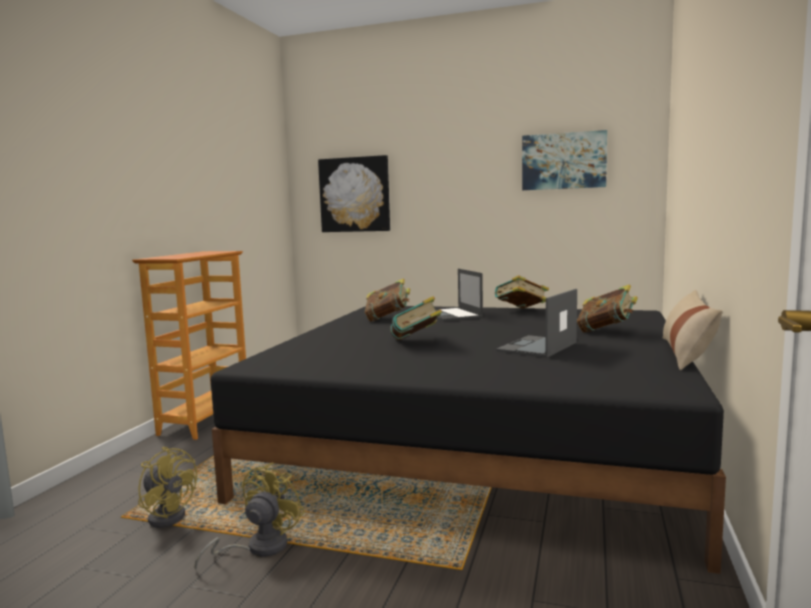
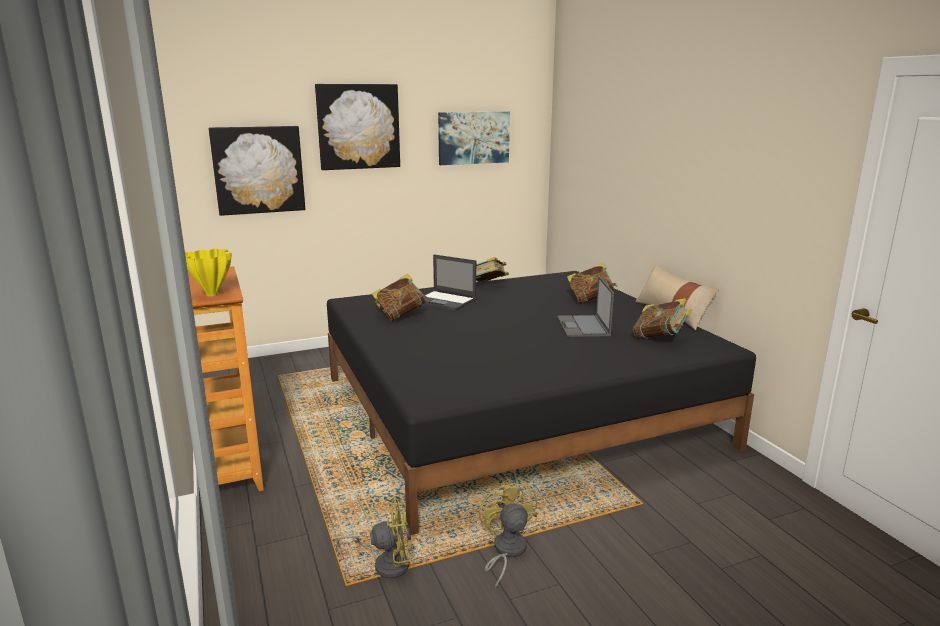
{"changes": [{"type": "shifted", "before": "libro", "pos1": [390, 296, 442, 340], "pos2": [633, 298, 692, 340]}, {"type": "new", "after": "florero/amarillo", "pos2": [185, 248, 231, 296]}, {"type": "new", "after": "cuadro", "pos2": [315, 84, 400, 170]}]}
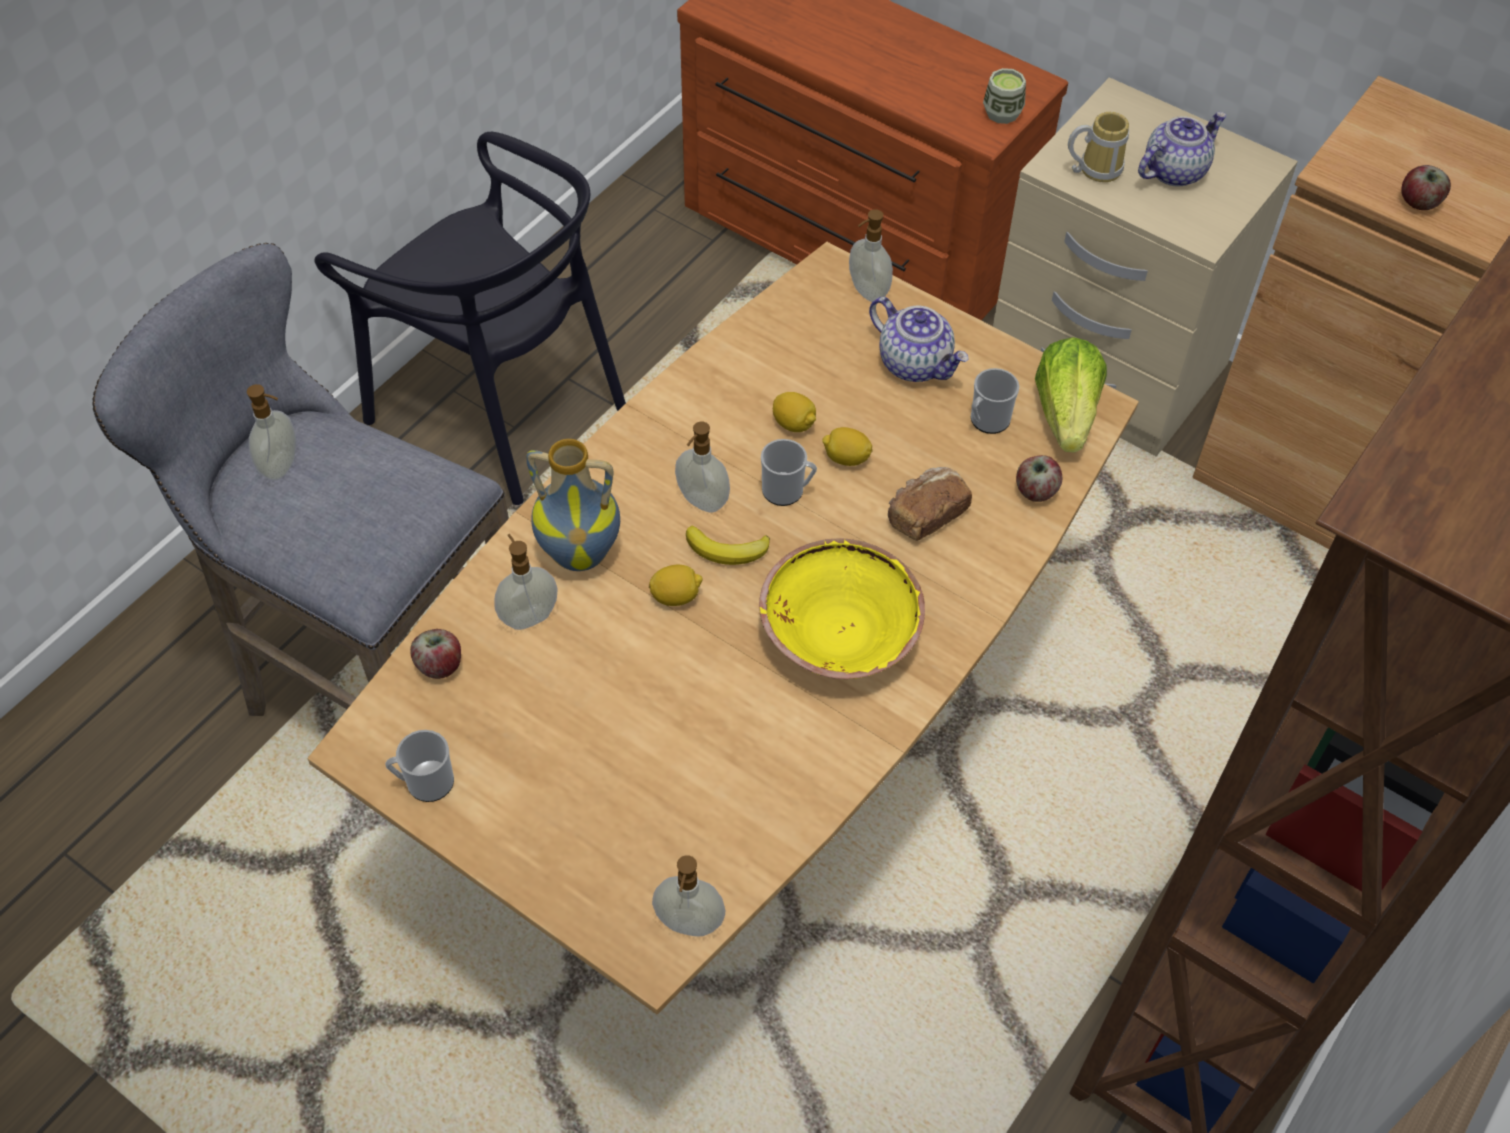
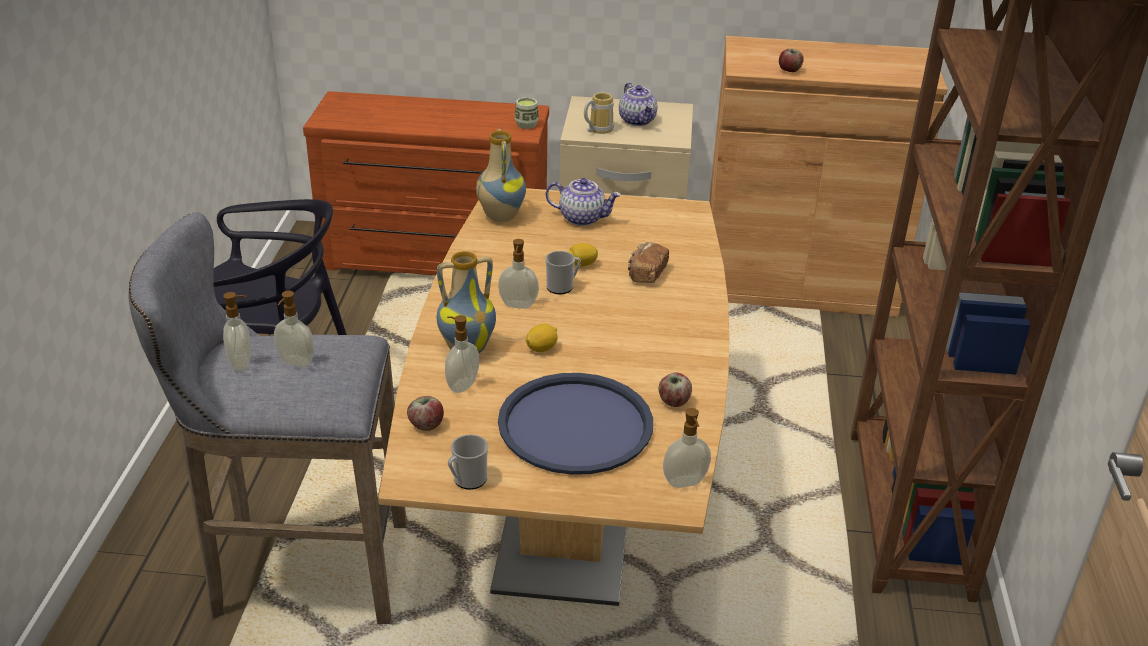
{"changes": [{"type": "gone", "before": "plátano", "pos1": [686, 525, 770, 565]}, {"type": "gone", "before": "cuenco/amarillo", "pos1": [759, 538, 925, 679]}, {"type": "gone", "before": "limón", "pos1": [773, 392, 816, 432]}, {"type": "shifted", "before": "dispensador de jabón", "pos1": [849, 209, 893, 302], "pos2": [274, 291, 315, 367]}, {"type": "gone", "before": "taza grande", "pos1": [971, 368, 1019, 434]}, {"type": "shifted", "before": "manzana", "pos1": [1016, 455, 1062, 502], "pos2": [659, 372, 692, 407]}, {"type": "gone", "before": "lechuga", "pos1": [1035, 337, 1107, 453]}, {"type": "rotated", "before": "tetera", "pos1": [1138, 112, 1227, 186], "pos2": [619, 83, 657, 126], "turn": 135}, {"type": "new", "after": "florero", "pos2": [476, 129, 526, 222]}, {"type": "new", "after": "bandeja/azul", "pos2": [498, 373, 653, 475]}]}
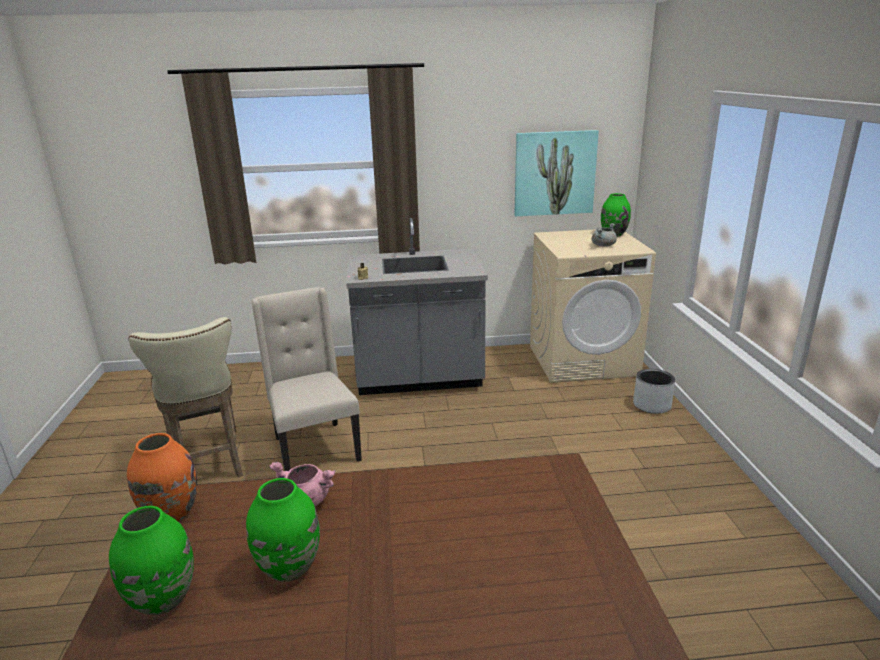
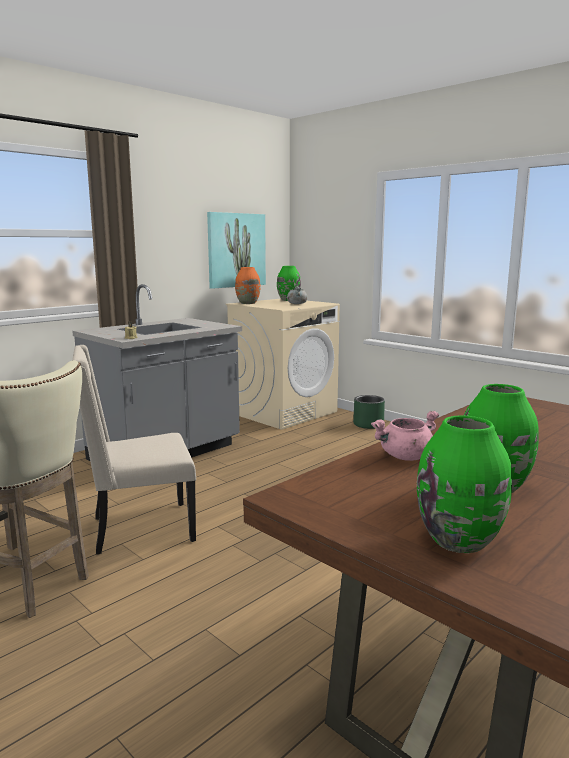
{"changes": [{"type": "shifted", "before": "florero/naranja", "pos1": [127, 433, 197, 521], "pos2": [235, 267, 261, 304]}, {"type": "rotated", "before": "silla/beis", "pos1": [251, 287, 362, 471], "pos2": [72, 345, 196, 554], "turn": -45}, {"type": "repainted", "before": "maceta/gris", "after": "maceta/verde", "pos1": [633, 369, 675, 414], "pos2": [353, 395, 385, 429]}]}
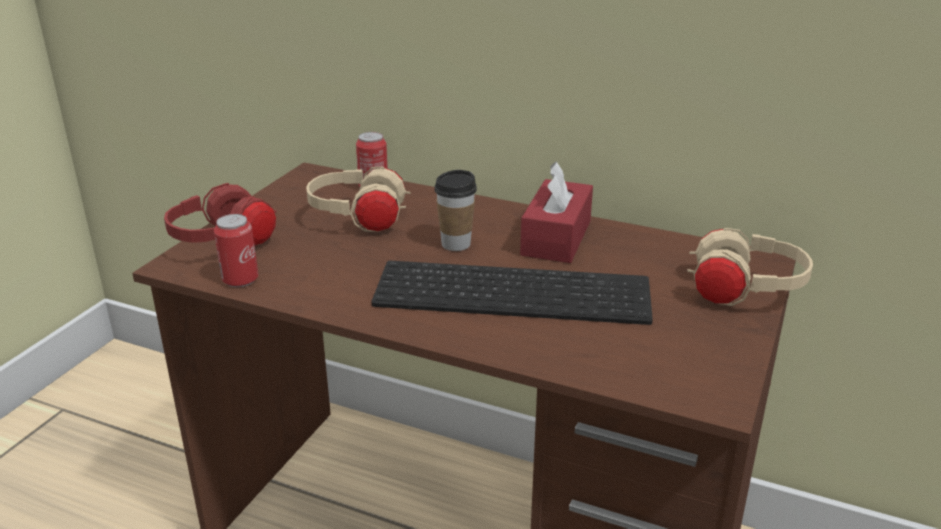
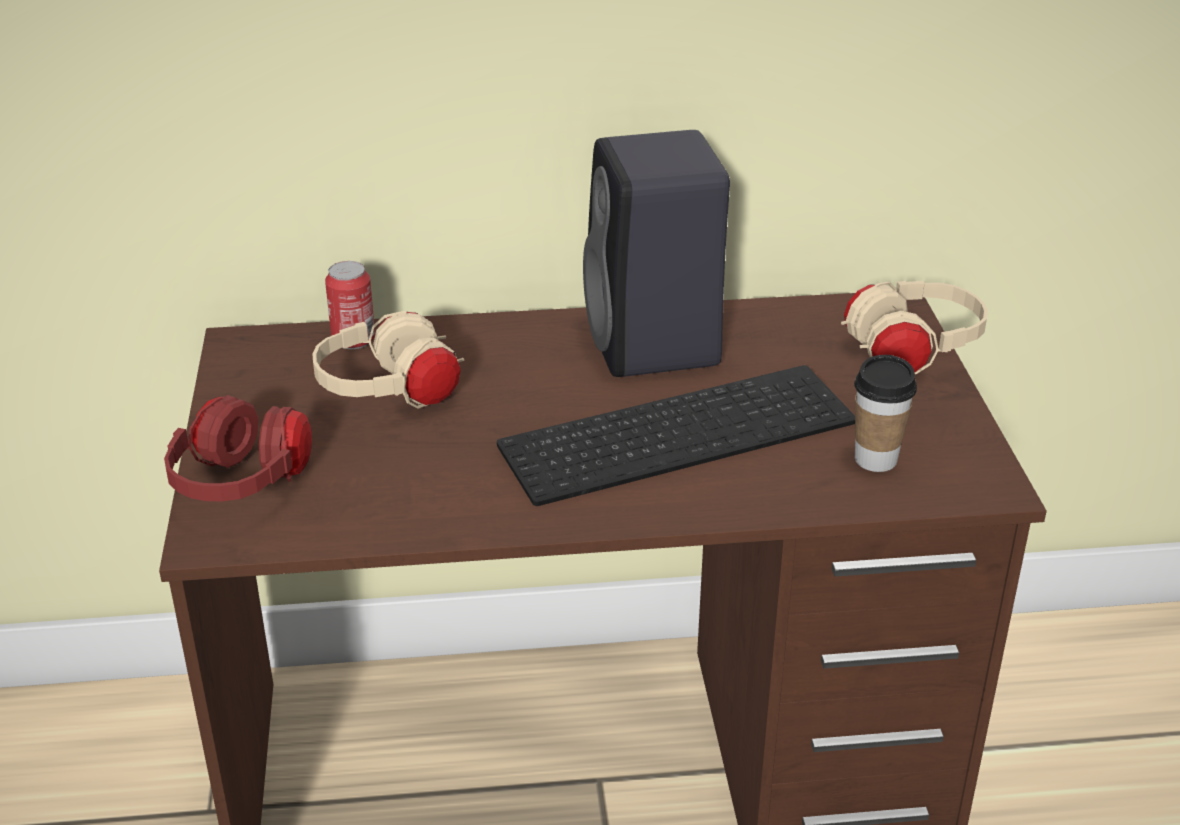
{"changes": [{"type": "gone", "before": "lata", "pos1": [214, 214, 258, 287]}, {"type": "shifted", "before": "taza", "pos1": [434, 170, 477, 251], "pos2": [854, 355, 917, 472]}, {"type": "swapped", "before": "caja de pañuelos/rojo", "after": "altavoz/negro", "pos1": [520, 161, 593, 263], "pos2": [583, 130, 730, 377]}]}
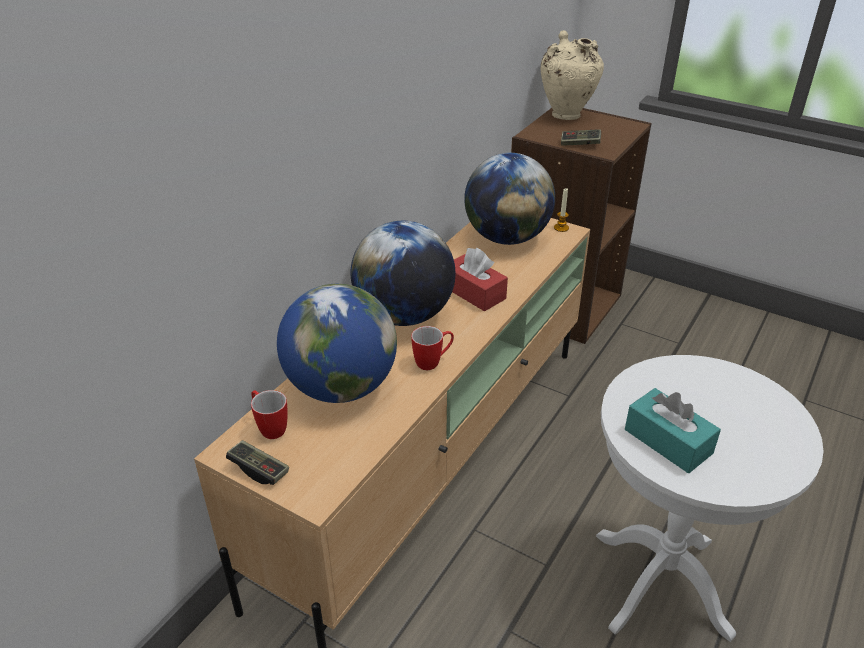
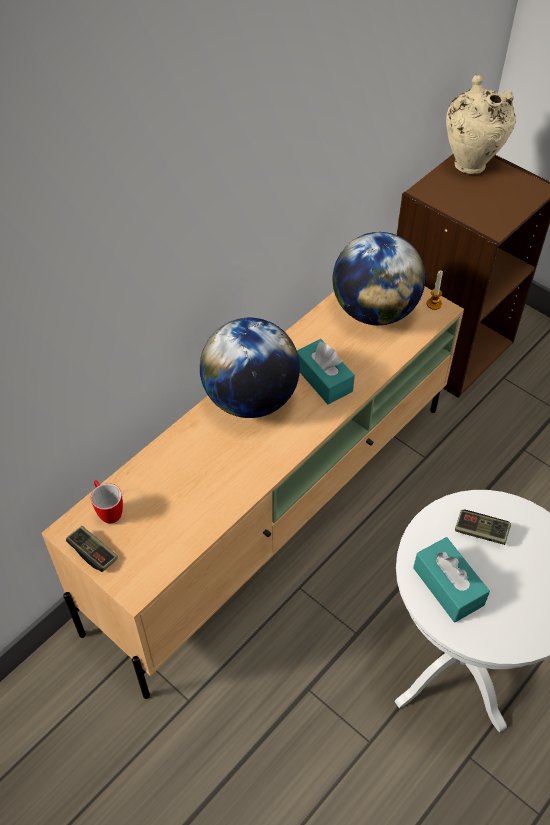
{"changes": [{"type": "gone", "before": "globo terráqueo", "pos1": [277, 284, 397, 403]}, {"type": "gone", "before": "taza grande", "pos1": [411, 326, 454, 370]}, {"type": "repainted", "before": "caja de pañuelos/rojo", "after": "caja de pañuelos/turquesa", "pos1": [452, 248, 508, 312], "pos2": [297, 339, 355, 404]}, {"type": "shifted", "before": "mando de consola", "pos1": [561, 129, 601, 146], "pos2": [455, 510, 511, 545]}]}
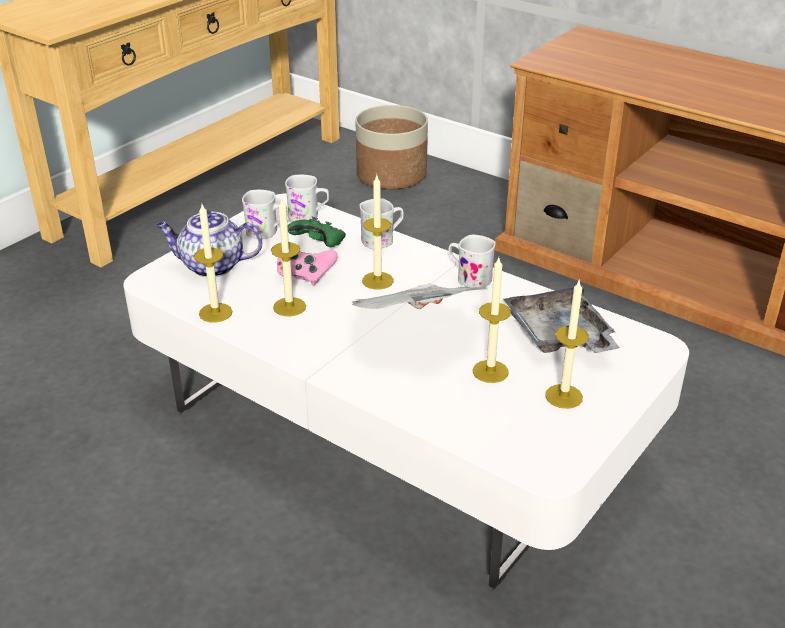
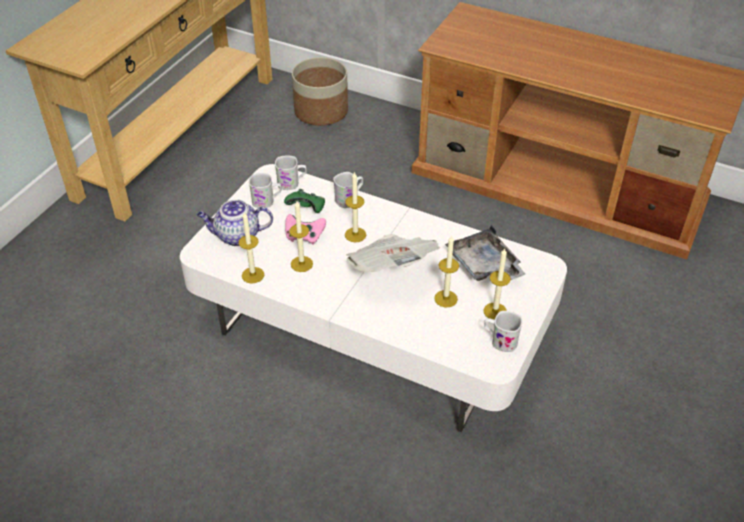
{"changes": [{"type": "shifted", "before": "taza grande/blanco", "pos1": [448, 235, 496, 288], "pos2": [484, 311, 522, 352]}]}
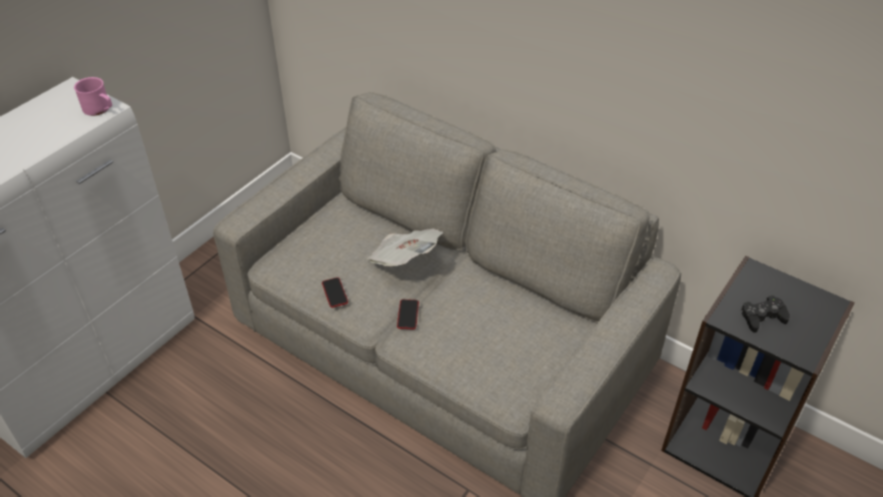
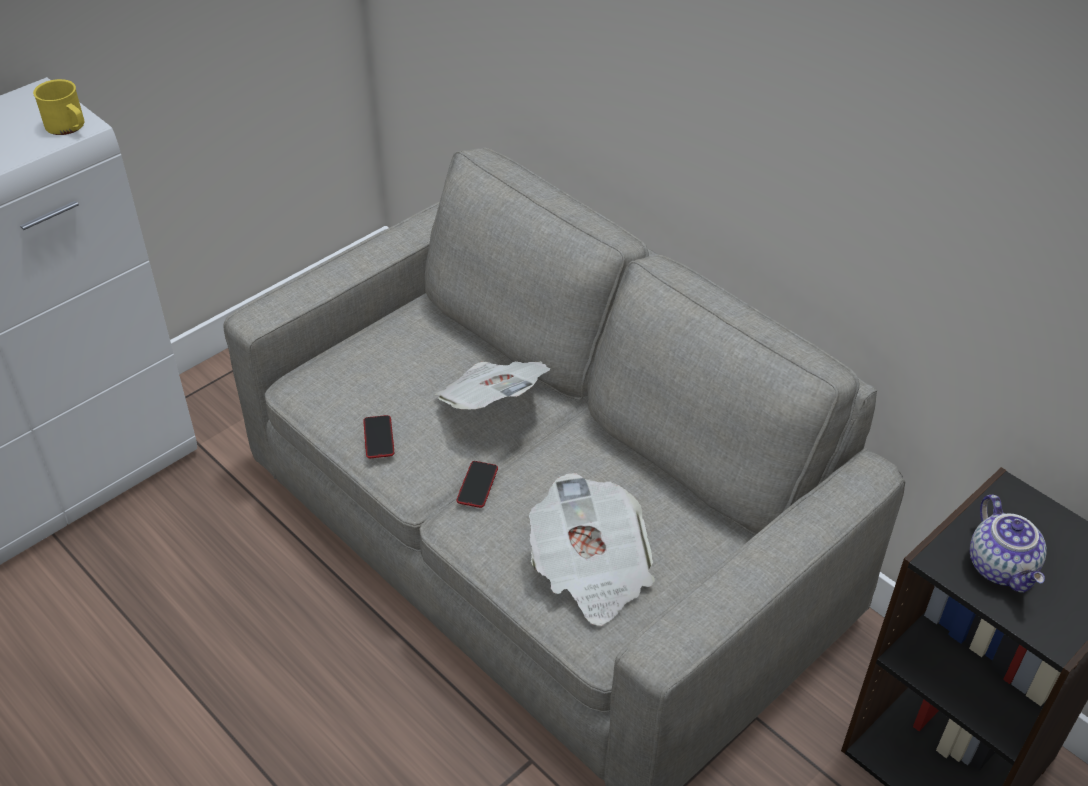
{"changes": [{"type": "repainted", "before": "taza grande/rosa", "after": "taza grande/amarillo", "pos1": [74, 77, 112, 116], "pos2": [33, 79, 84, 135]}, {"type": "swapped", "before": "mando de consola/negro", "after": "tetera", "pos1": [741, 295, 790, 333], "pos2": [970, 495, 1047, 593]}, {"type": "new", "after": "periódico", "pos2": [529, 473, 655, 626]}]}
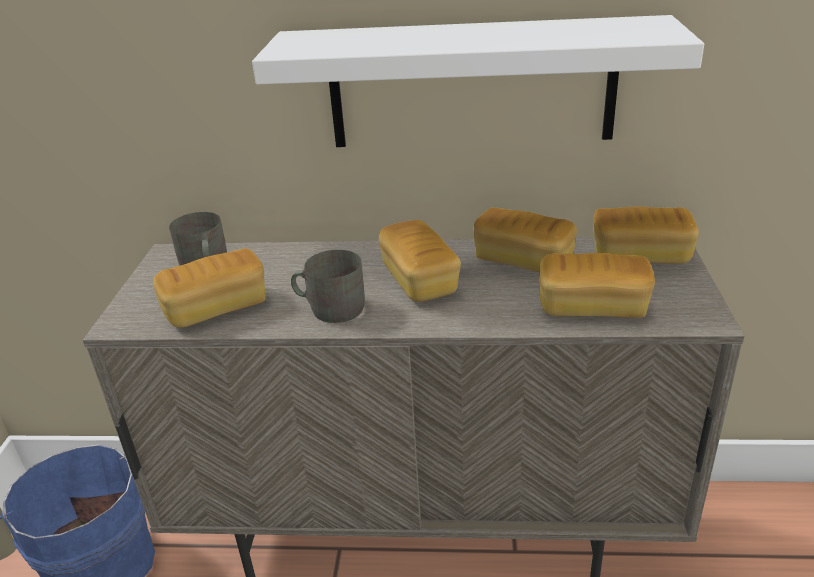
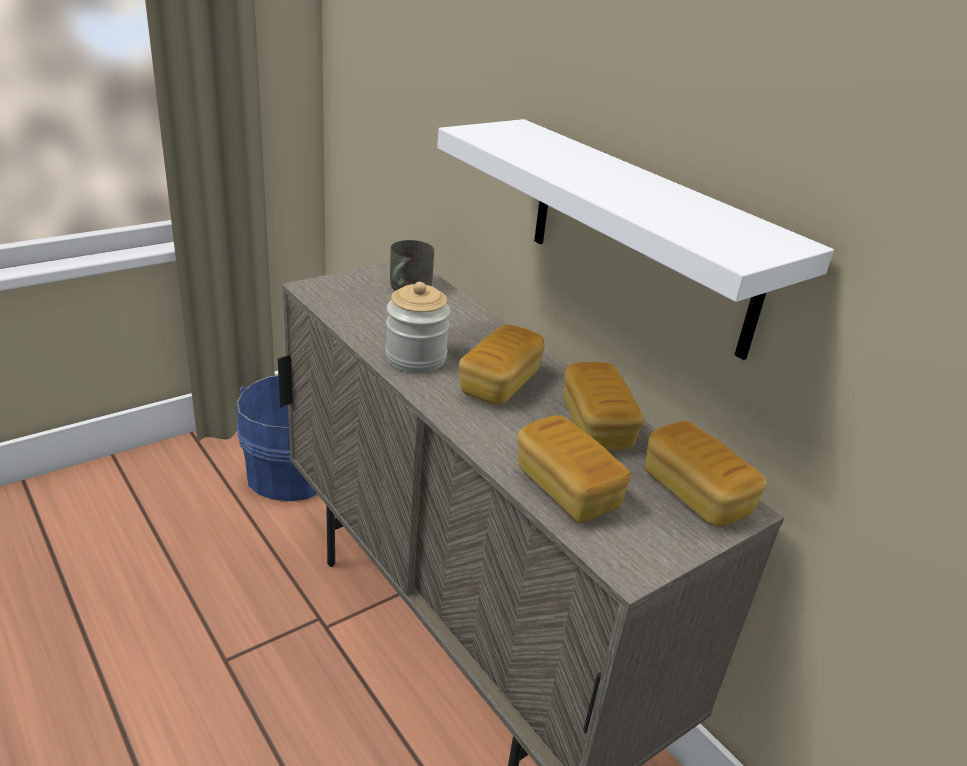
{"changes": [{"type": "gone", "before": "pan", "pos1": [153, 248, 266, 328]}, {"type": "swapped", "before": "taza grande/gris", "after": "tarro", "pos1": [291, 250, 365, 323], "pos2": [386, 282, 450, 373]}]}
